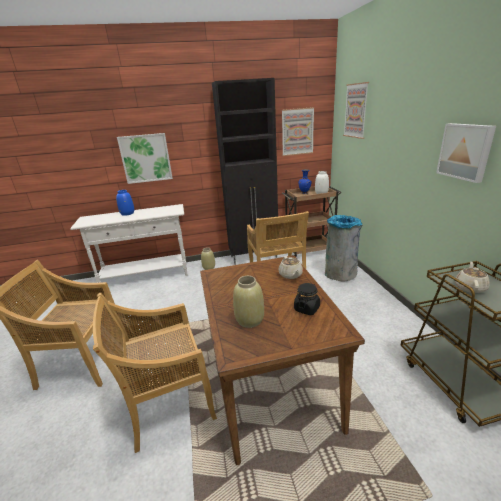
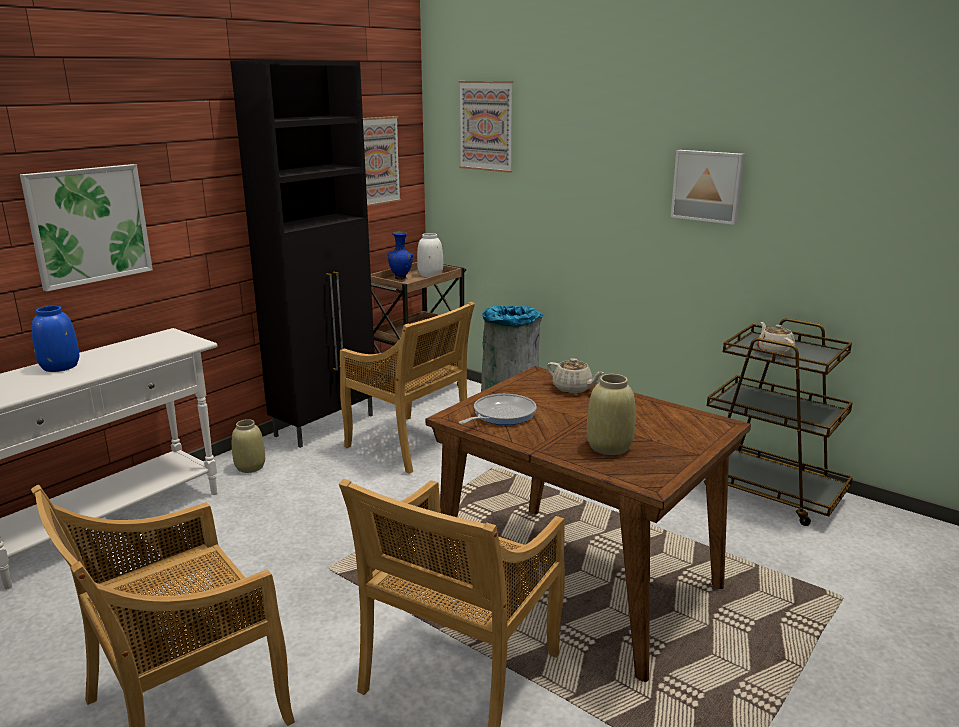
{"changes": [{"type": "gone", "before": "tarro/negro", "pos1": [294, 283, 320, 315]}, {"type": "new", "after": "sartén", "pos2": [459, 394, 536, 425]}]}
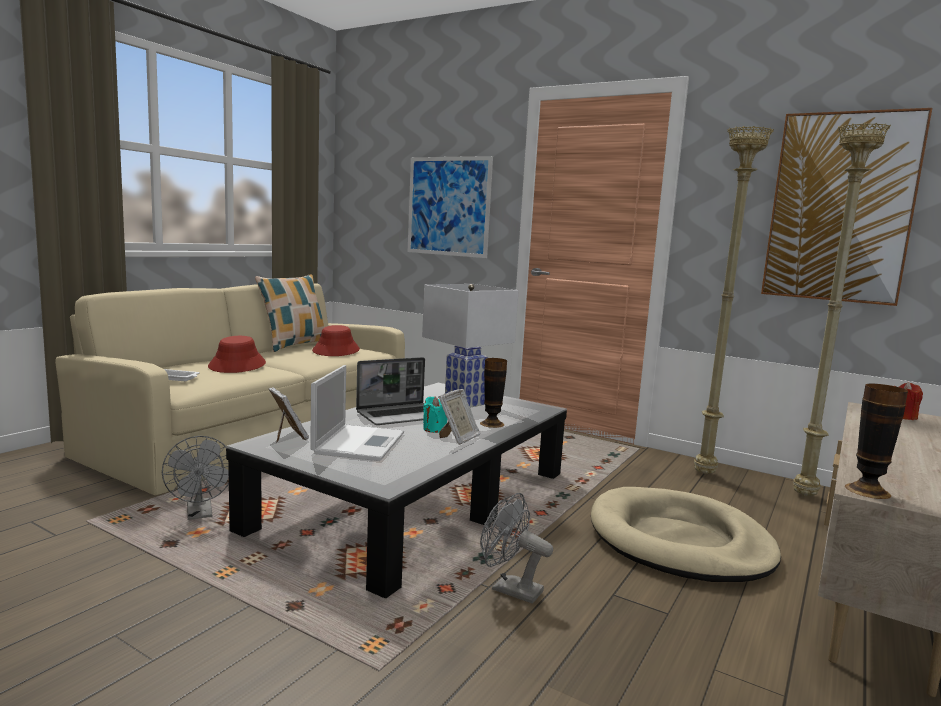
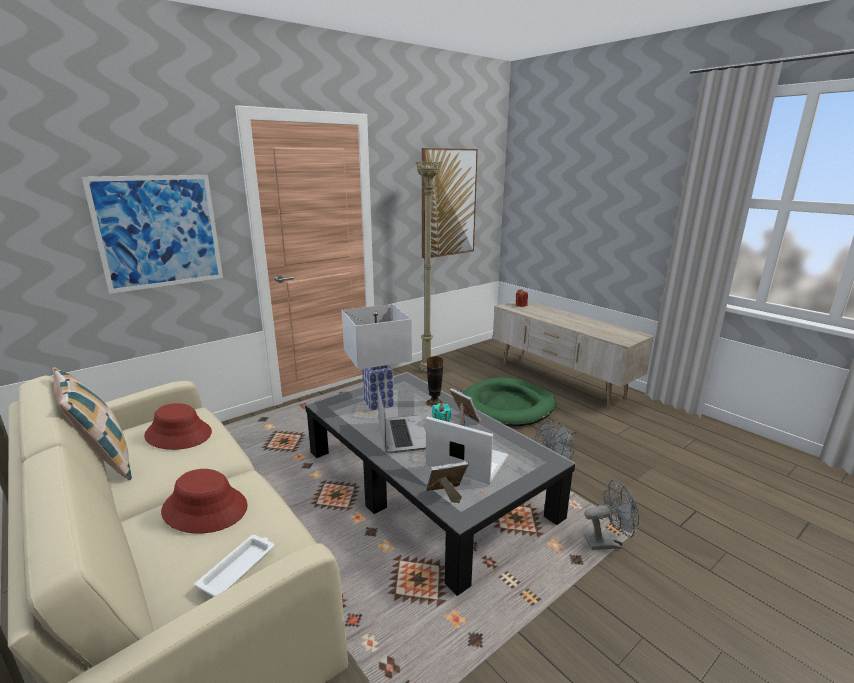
{"changes": [{"type": "shifted", "before": "ventilador/gris", "pos1": [162, 436, 229, 520], "pos2": [584, 480, 639, 550]}, {"type": "repainted", "before": "cama para perro/beis", "after": "cama para perro/verde", "pos1": [591, 487, 781, 582], "pos2": [463, 377, 556, 426]}, {"type": "gone", "before": "lámpara de pie/beis", "pos1": [793, 123, 891, 496]}, {"type": "gone", "before": "florero", "pos1": [845, 384, 908, 499]}]}
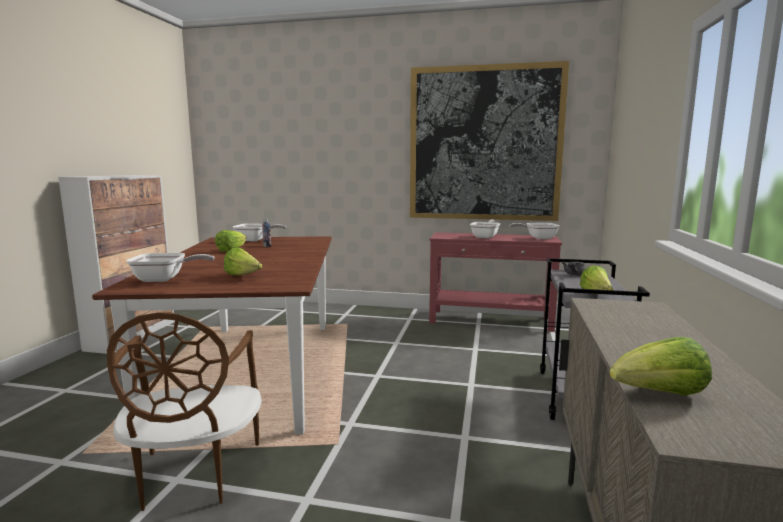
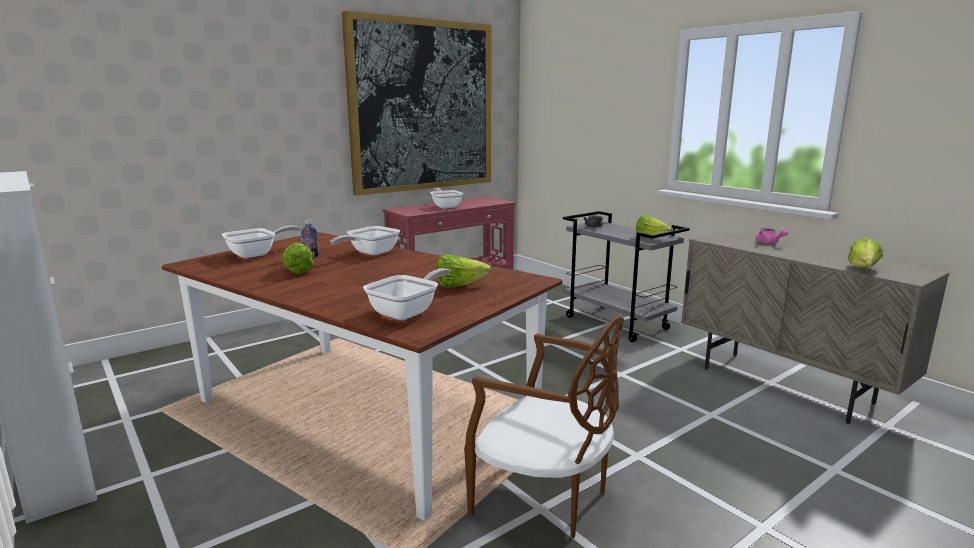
{"changes": [{"type": "shifted", "before": "sartén", "pos1": [509, 223, 560, 239], "pos2": [331, 226, 400, 255]}, {"type": "new", "after": "tetera/rosa", "pos2": [755, 228, 788, 244]}]}
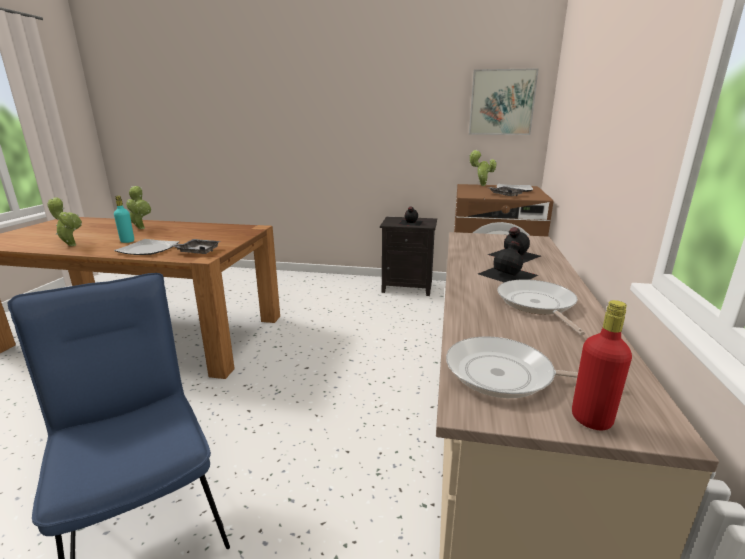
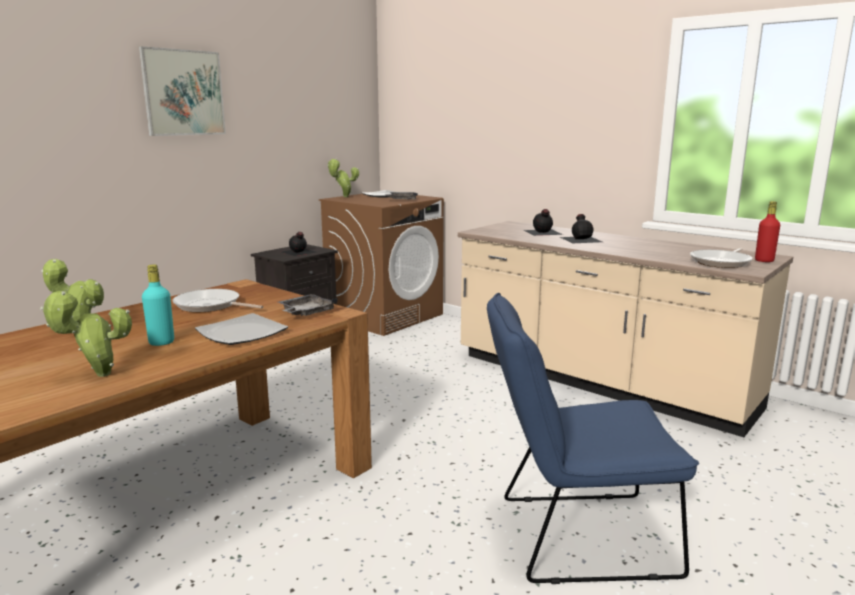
{"changes": [{"type": "shifted", "before": "cuadro", "pos1": [469, 68, 539, 135], "pos2": [139, 46, 226, 136]}, {"type": "shifted", "before": "sartén", "pos1": [497, 279, 585, 335], "pos2": [172, 289, 263, 312]}]}
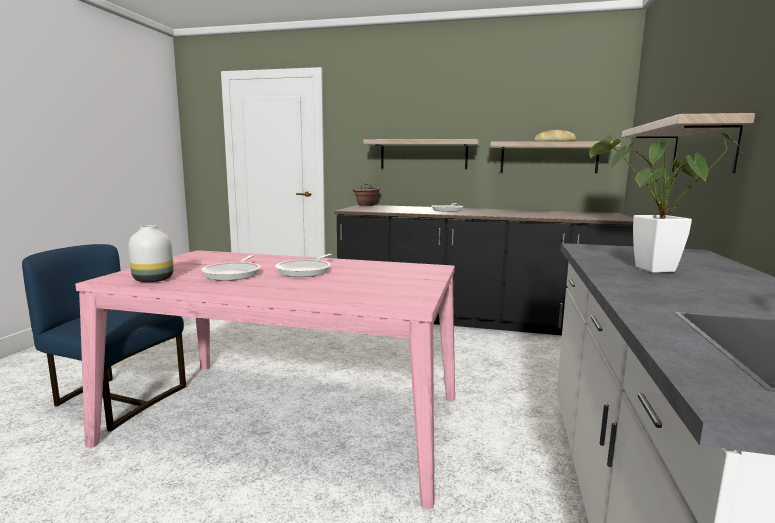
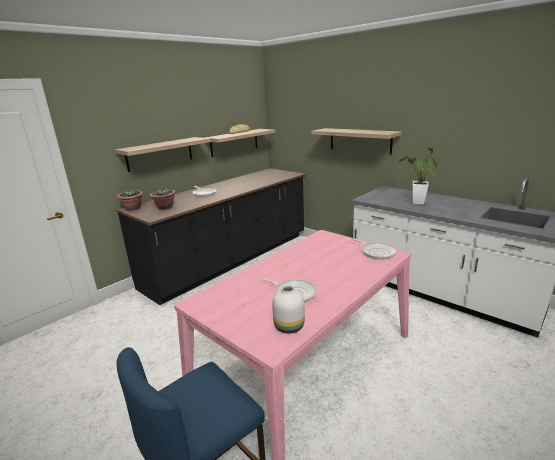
{"changes": [{"type": "shifted", "before": "sartén", "pos1": [275, 254, 332, 277], "pos2": [352, 238, 398, 260]}, {"type": "new", "after": "planta en maceta", "pos2": [150, 189, 176, 210]}]}
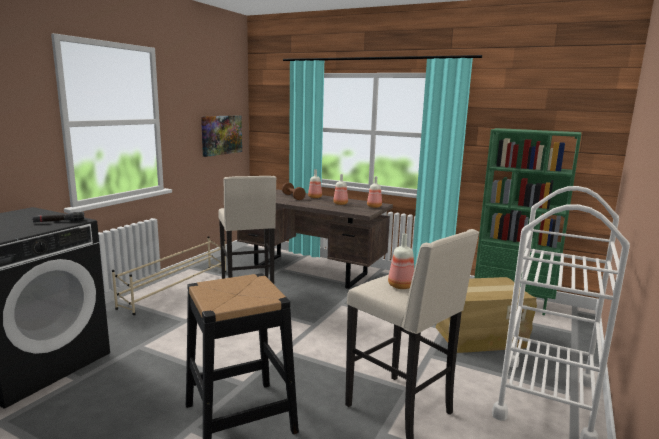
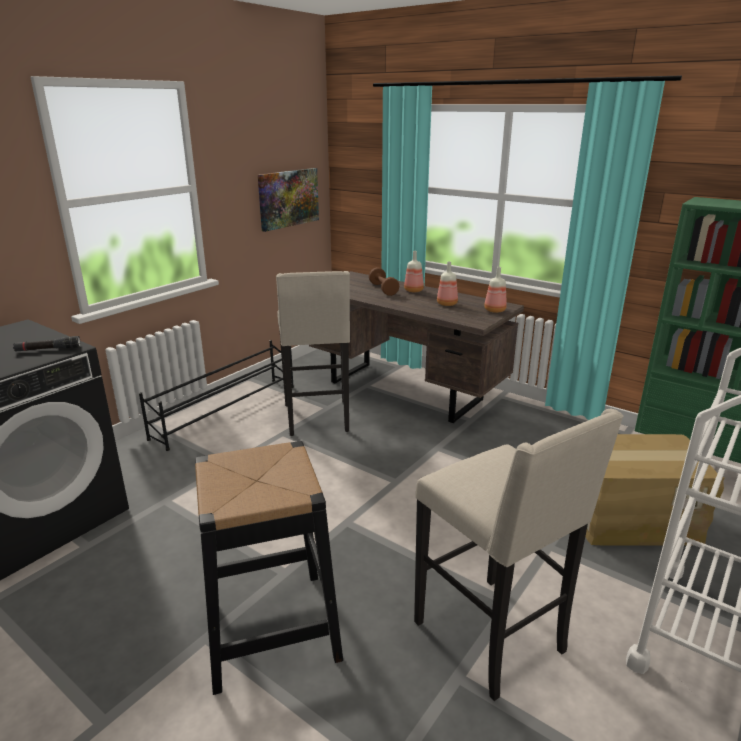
{"changes": [{"type": "repainted", "before": "zapatero/beis", "after": "zapatero/negro", "pos1": [112, 237, 226, 315], "pos2": [139, 340, 294, 451]}, {"type": "gone", "before": "botella", "pos1": [388, 234, 414, 289]}]}
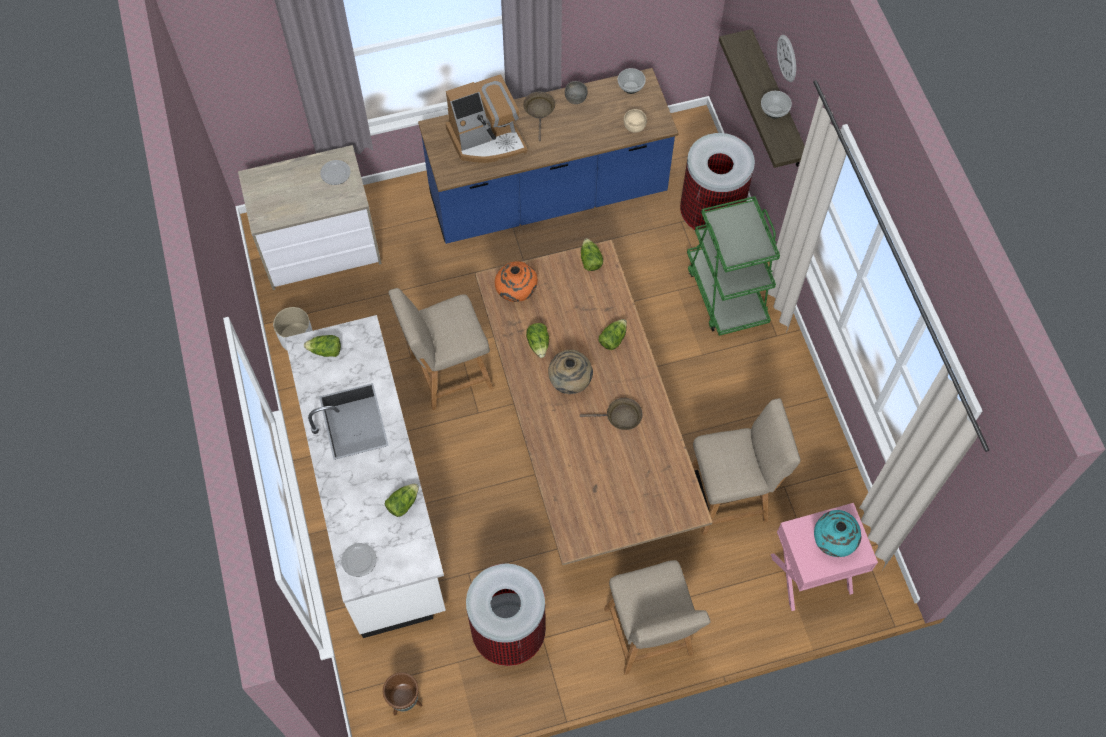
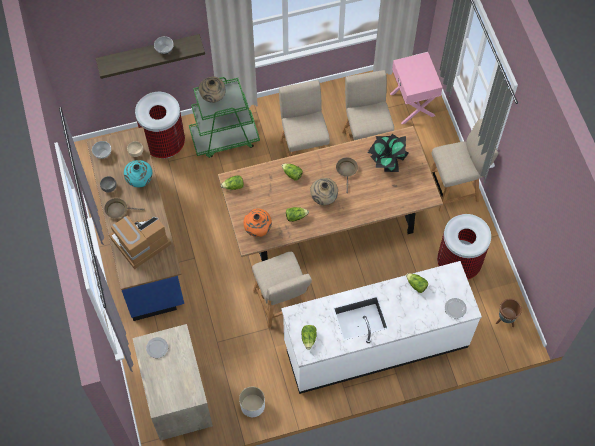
{"changes": [{"type": "rotated", "before": "cafetera", "pos1": [445, 74, 528, 163], "pos2": [109, 216, 171, 269], "turn": -105}, {"type": "gone", "before": "reloj de pared", "pos1": [777, 35, 796, 82]}, {"type": "shifted", "before": "florero/turquesa", "pos1": [814, 510, 862, 557], "pos2": [124, 160, 152, 187]}, {"type": "new", "after": "florero/beis", "pos2": [199, 77, 226, 103]}, {"type": "new", "after": "silla/beis", "pos2": [279, 80, 330, 157]}, {"type": "new", "after": "planta en maceta", "pos2": [368, 134, 409, 172]}]}
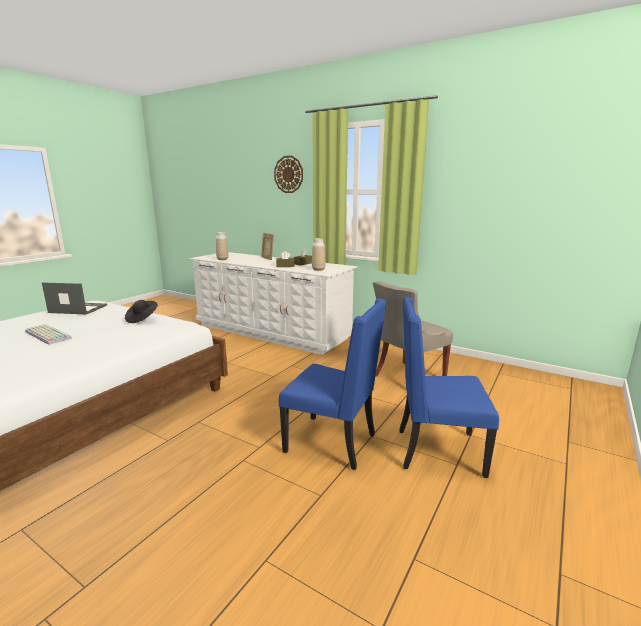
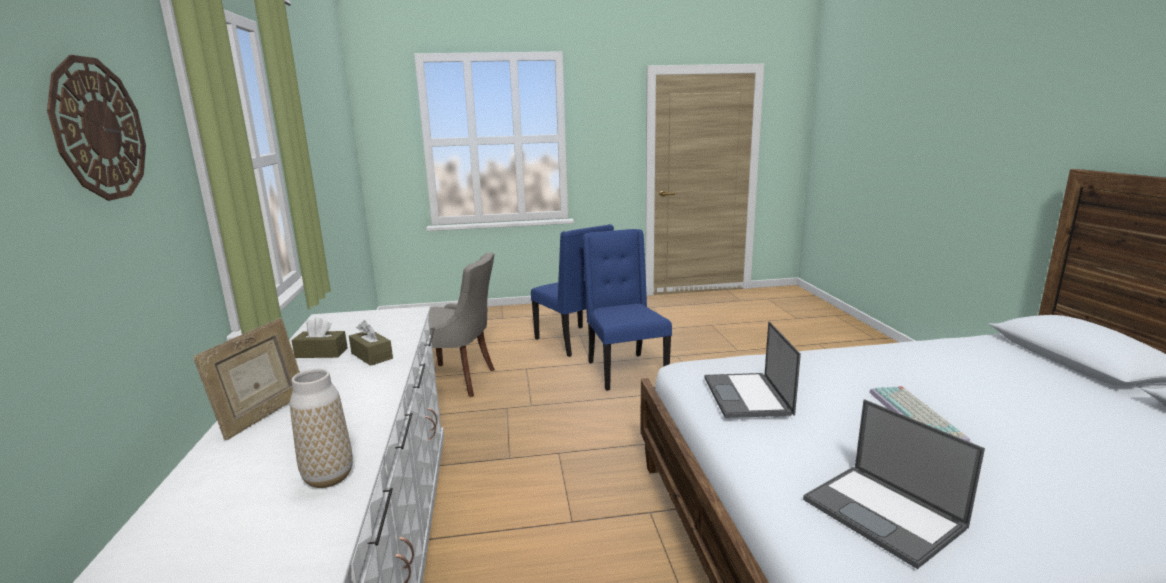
{"changes": [{"type": "swapped", "before": "sombrero/negro", "after": "portátil", "pos1": [125, 300, 158, 323], "pos2": [705, 321, 801, 418]}, {"type": "gone", "before": "florero", "pos1": [312, 238, 326, 271]}]}
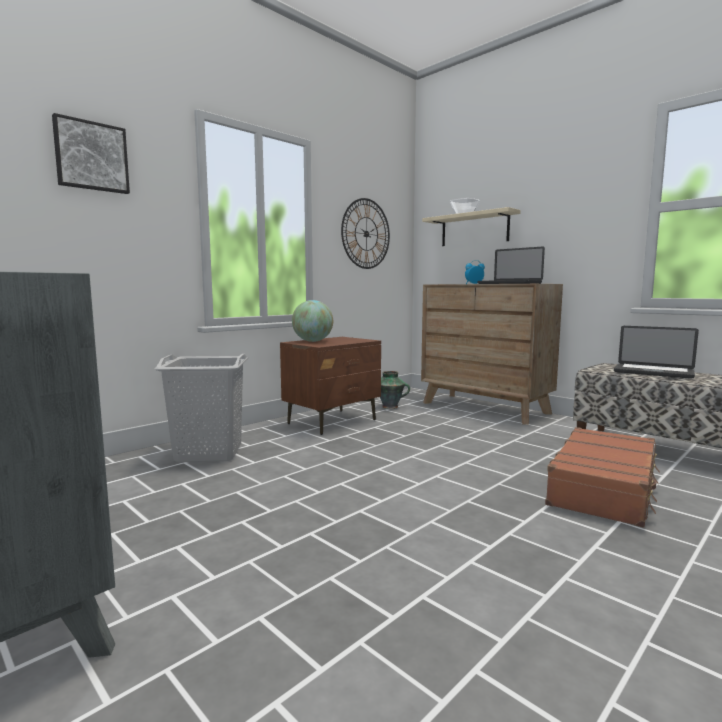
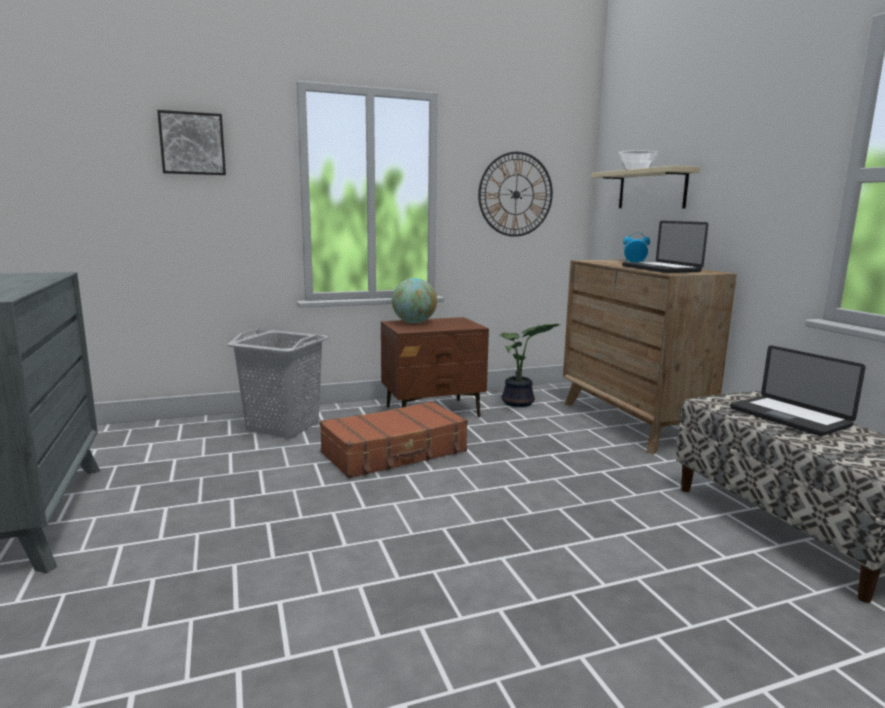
{"changes": [{"type": "swapped", "before": "florero", "after": "planta en maceta", "pos1": [380, 371, 410, 409], "pos2": [499, 324, 560, 407]}, {"type": "shifted", "before": "maleta/marrón", "pos1": [545, 427, 660, 527], "pos2": [320, 401, 468, 479]}]}
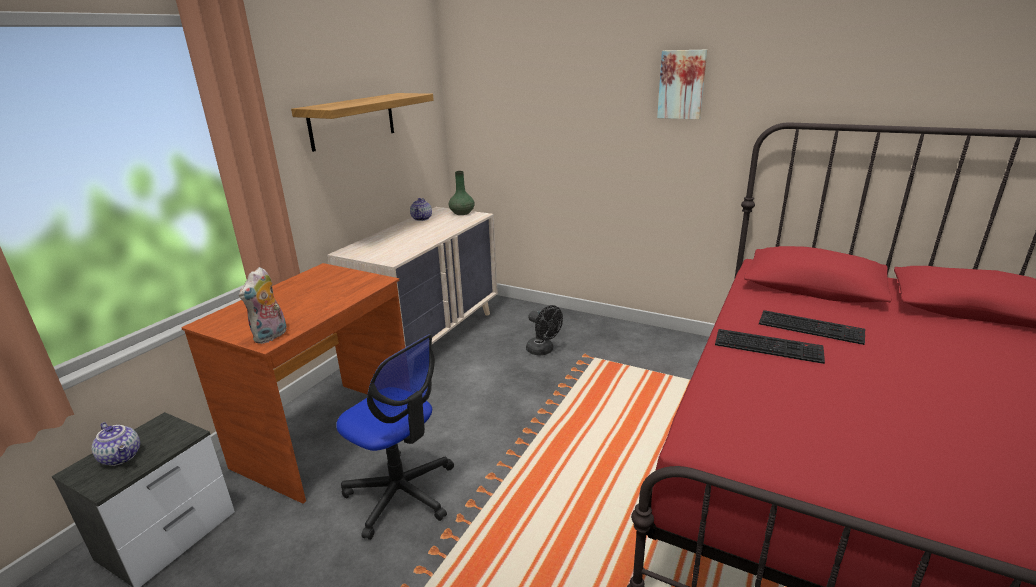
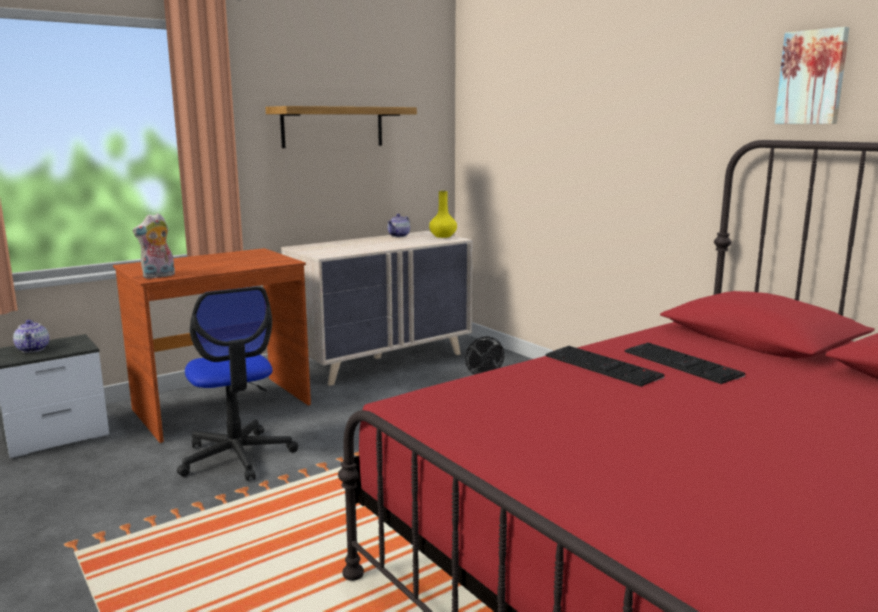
{"changes": [{"type": "repainted", "before": "florero/verde", "after": "florero/amarillo", "pos1": [449, 171, 475, 215], "pos2": [429, 191, 457, 238]}, {"type": "shifted", "before": "cuadro", "pos1": [657, 50, 707, 119], "pos2": [775, 27, 849, 124]}]}
